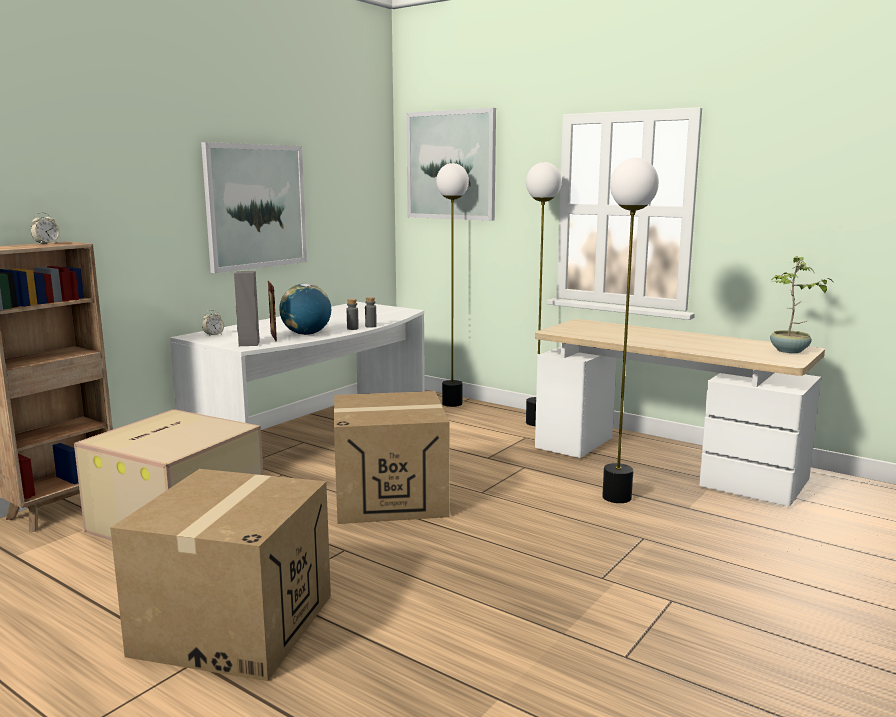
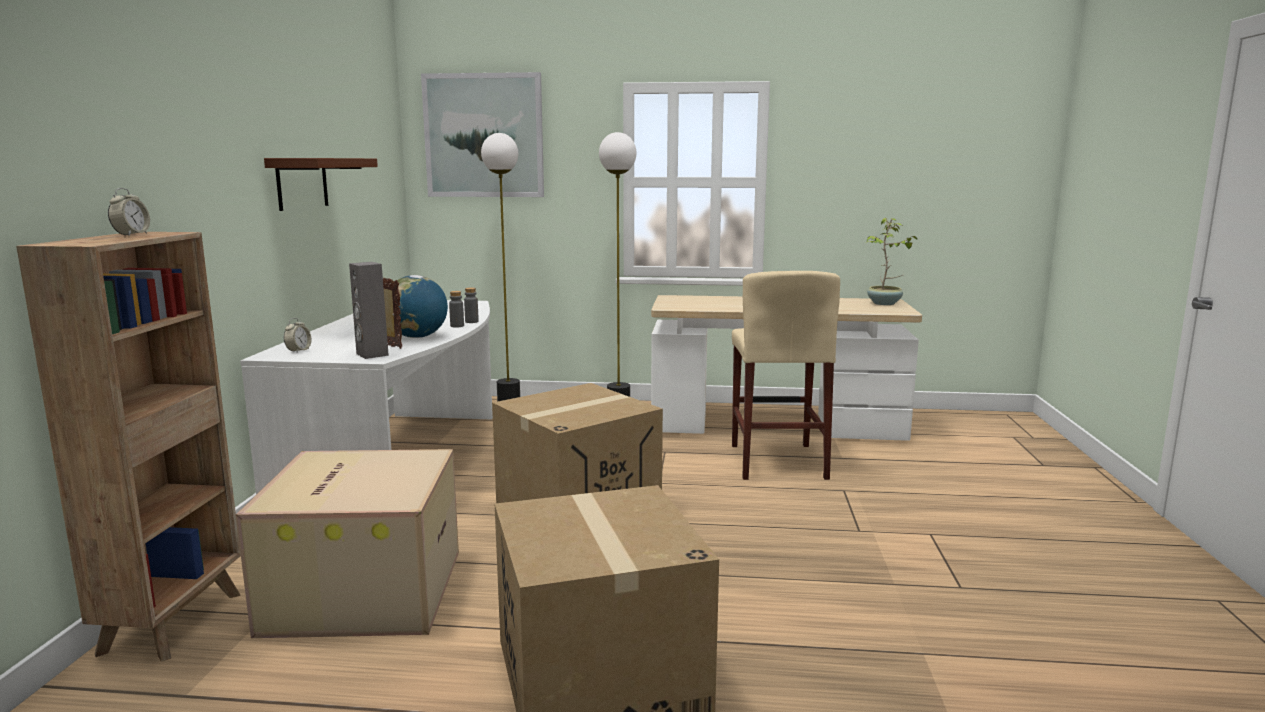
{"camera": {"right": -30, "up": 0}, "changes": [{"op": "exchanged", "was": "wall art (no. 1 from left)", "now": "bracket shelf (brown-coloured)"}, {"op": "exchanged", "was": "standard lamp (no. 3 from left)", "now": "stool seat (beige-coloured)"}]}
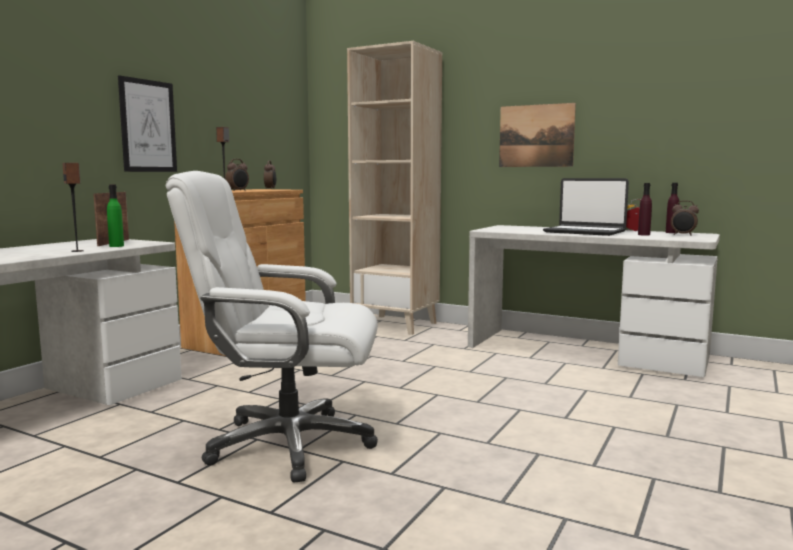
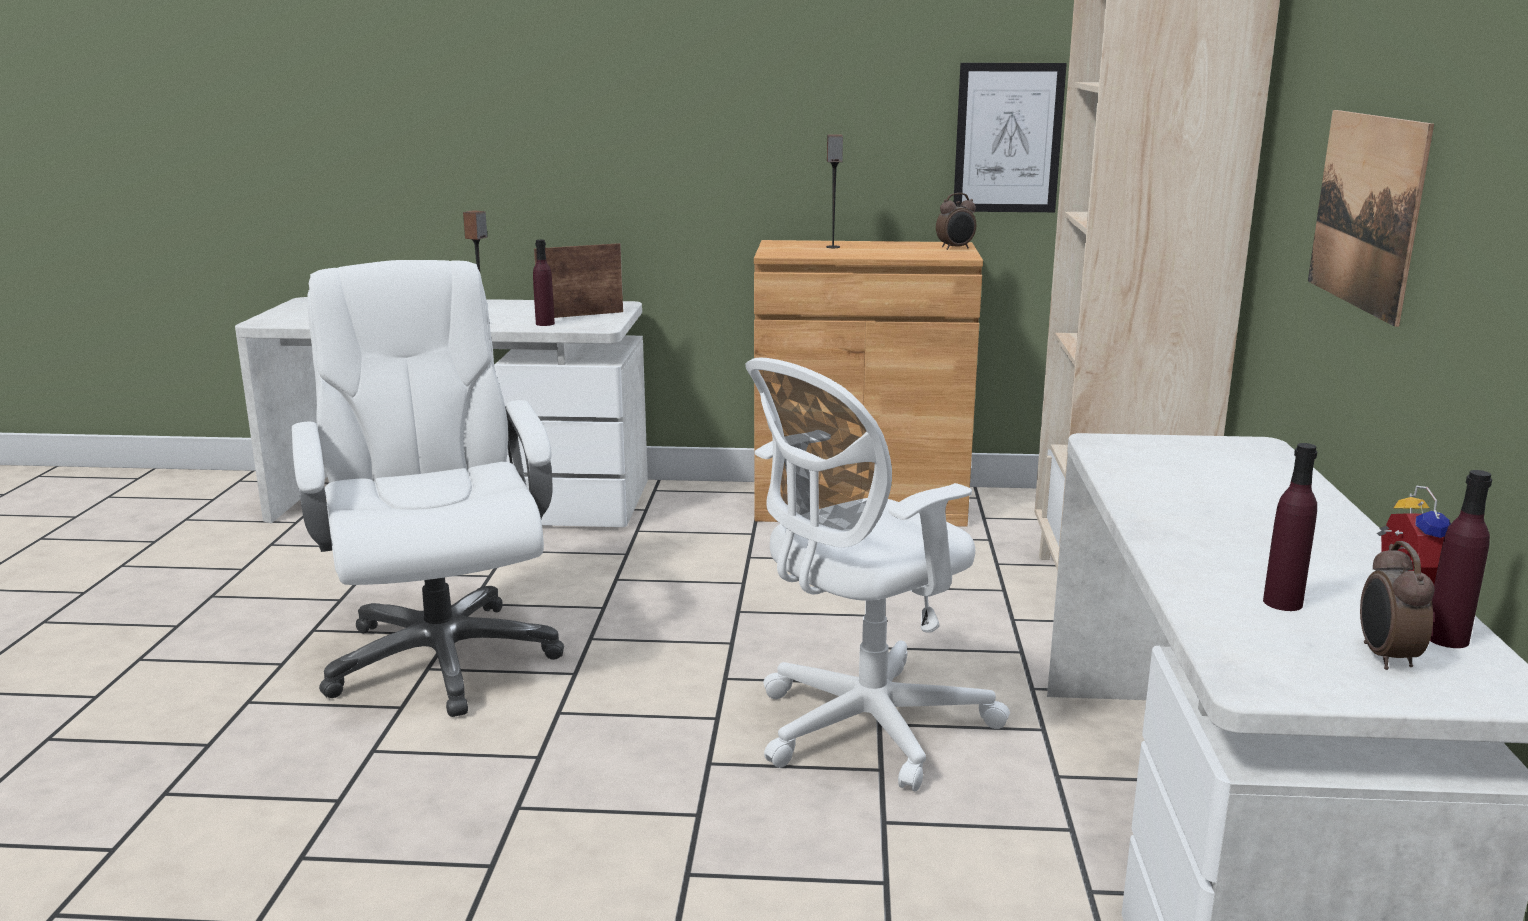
{"camera": {"right": 65, "up": 10}, "changes": [{"op": "colour", "was": "bottle (green-coloured)", "now": "bottle (purple-coloured) (no. 1 from left)"}, {"op": "relocated", "was": "wall art (no. 1 from left)"}, {"op": "missing", "was": "alarm clock (no. 1 from left)"}, {"op": "missing", "was": "laptop"}, {"op": "appeared", "now": "desk chair (white-coloured) (no. 2 from left)"}]}
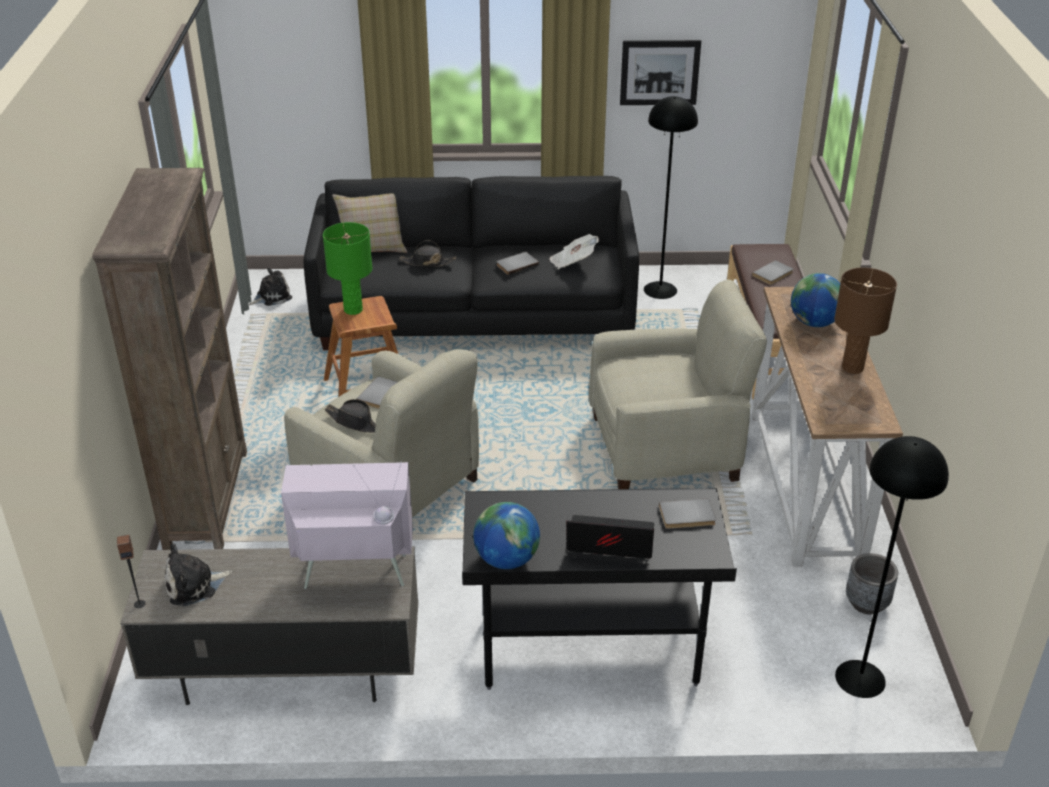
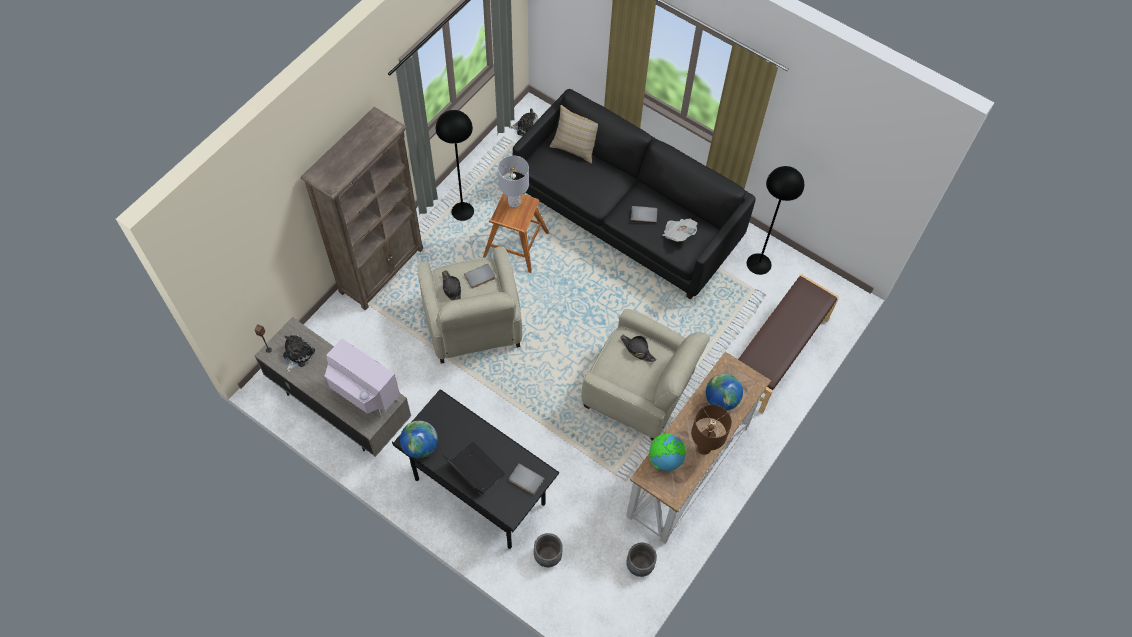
{"camera": {"right": 35, "up": 25}, "changes": [{"op": "spun", "was": "cuddly toy (no. 1 from left)", "clockwise": 105}, {"op": "colour", "was": "lamp for a table (green-coloured)", "now": "lamp for a table (greyish)"}, {"op": "relocated", "was": "hat (black-coloured) (no. 2 from left)"}, {"op": "missing", "was": "wall art"}, {"op": "missing", "was": "book (greyish) (no. 4 from left)"}, {"op": "relocated", "was": "standard lamp (black-coloured) (no. 2 from left in the first image)", "now": "standard lamp (black-coloured) (no. 1 from left)"}, {"op": "appeared", "now": "flower pot (greyish) (no. 1 from left)"}, {"op": "appeared", "now": "globe (no. 2 from left)"}]}
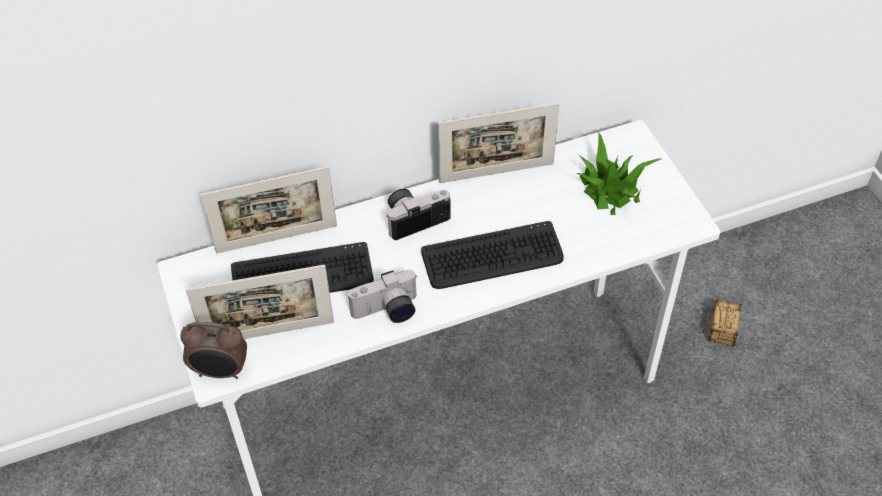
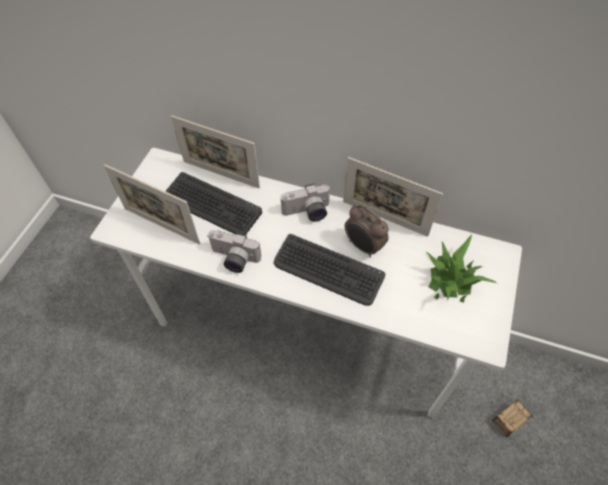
{"camera": {"right": 40, "up": 5}, "changes": [{"op": "relocated", "was": "alarm clock"}, {"op": "spun", "was": "still camera (no. 2 from left)", "clockwise": 150}]}
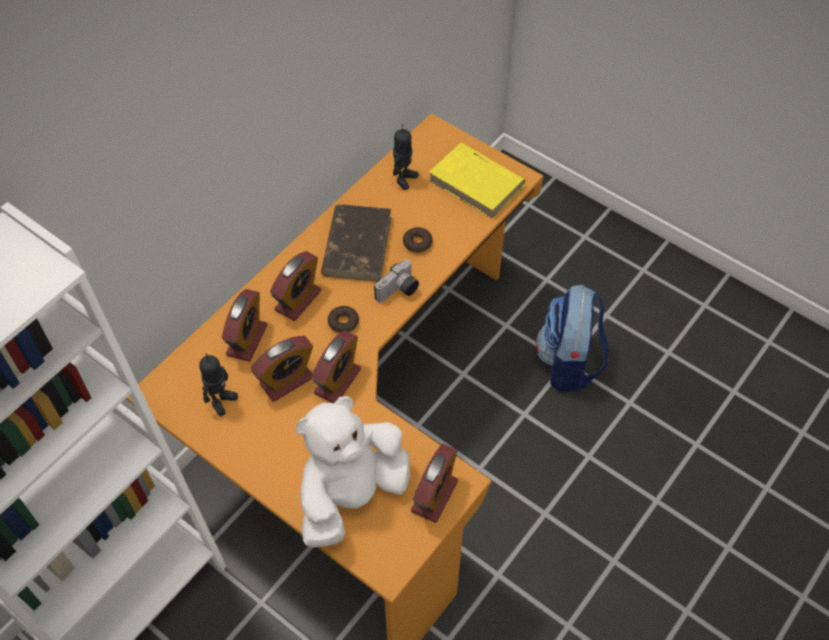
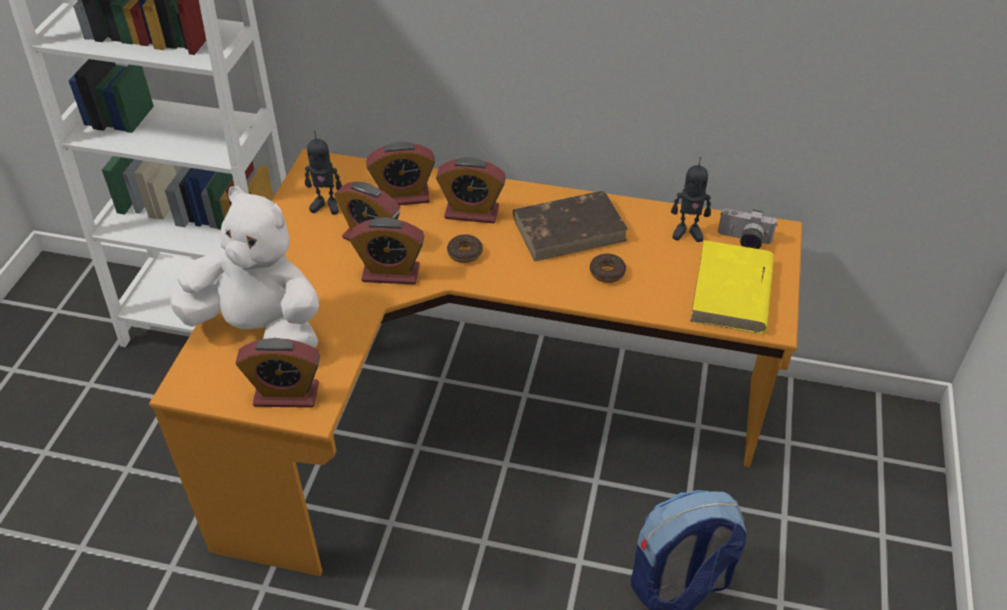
{"camera": {"right": 65, "up": -10}, "changes": [{"op": "relocated", "was": "still camera"}]}
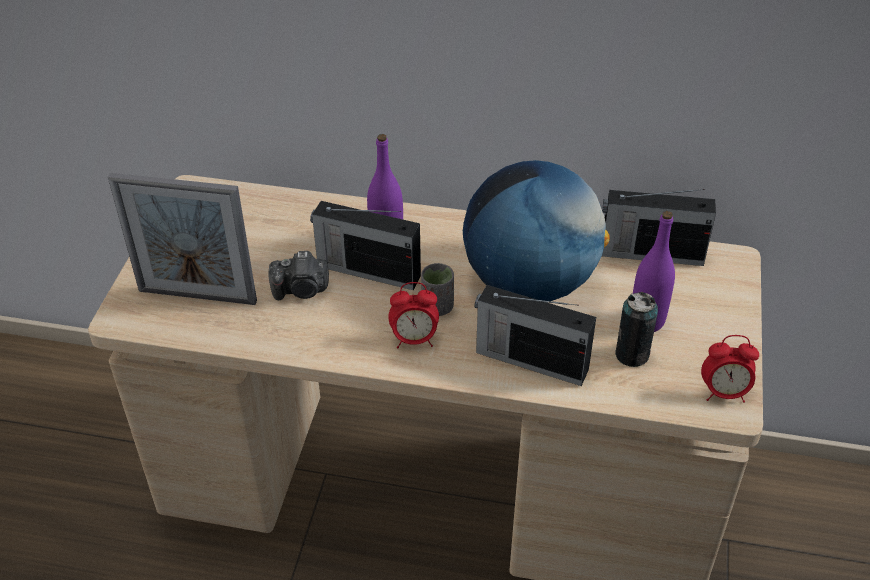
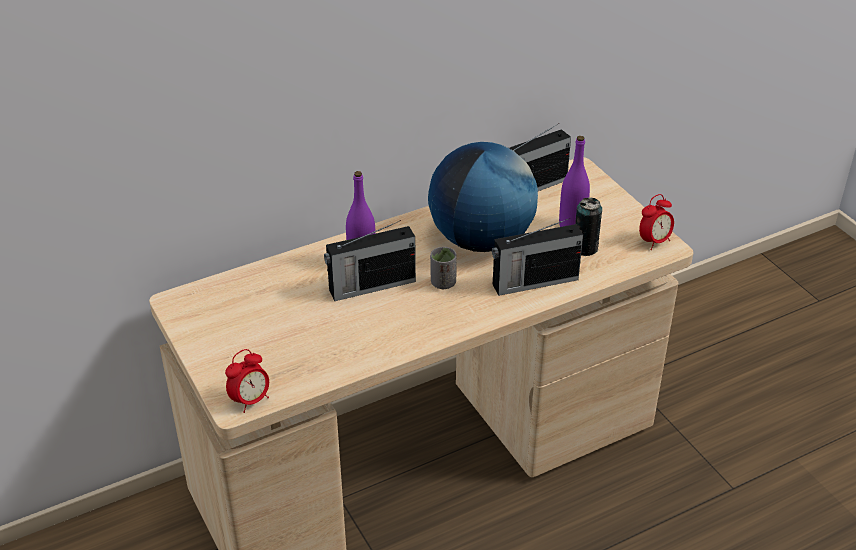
{"camera": {"right": -40, "up": -5}, "changes": [{"op": "missing", "was": "photo frame"}, {"op": "missing", "was": "still camera"}, {"op": "relocated", "was": "alarm clock (no. 1 from left)"}]}
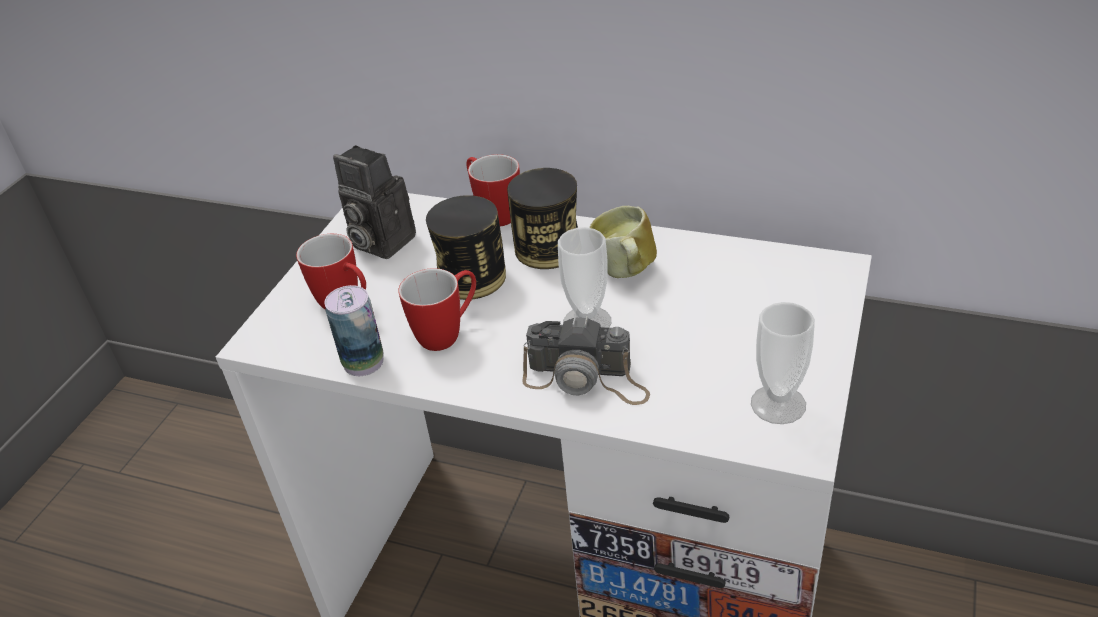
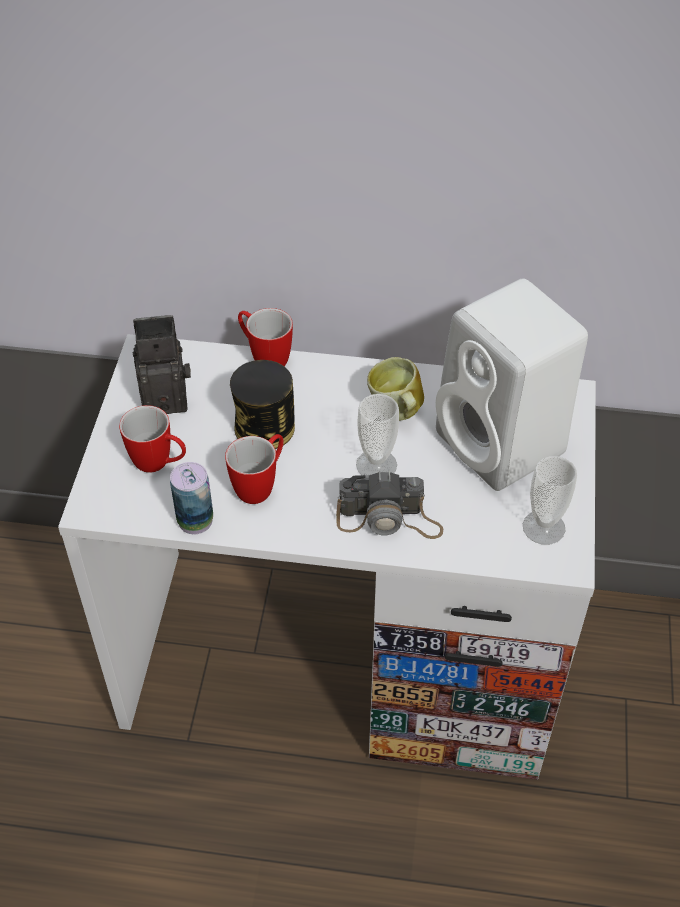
{"camera": {"right": -15, "up": 10}, "changes": [{"op": "spun", "was": "still camera (no. 1 from left)", "clockwise": 150}, {"op": "missing", "was": "sealed can (no. 3 from left)"}, {"op": "appeared", "now": "audio speaker (white-coloured)"}]}
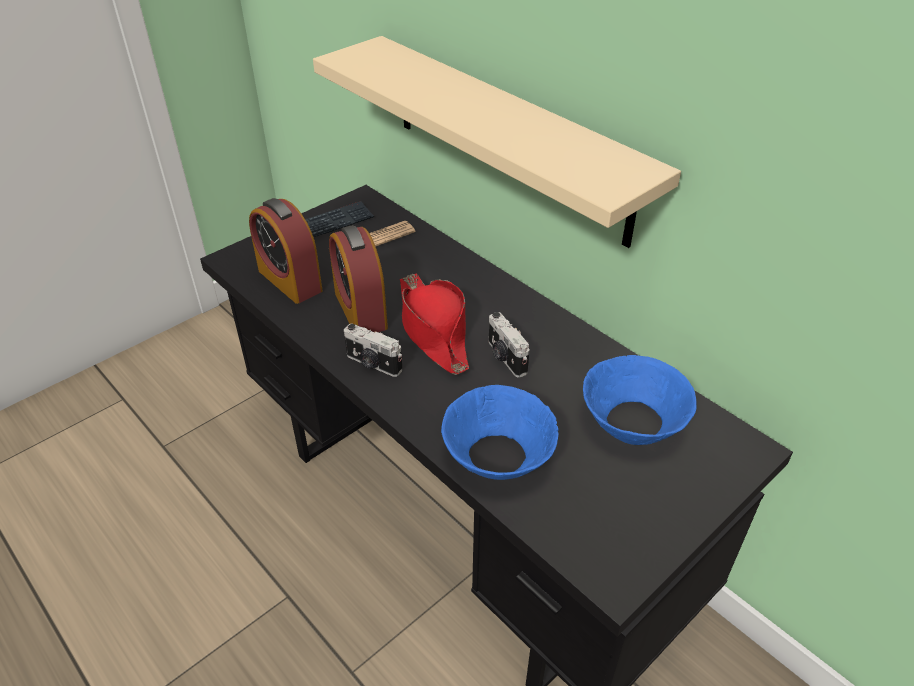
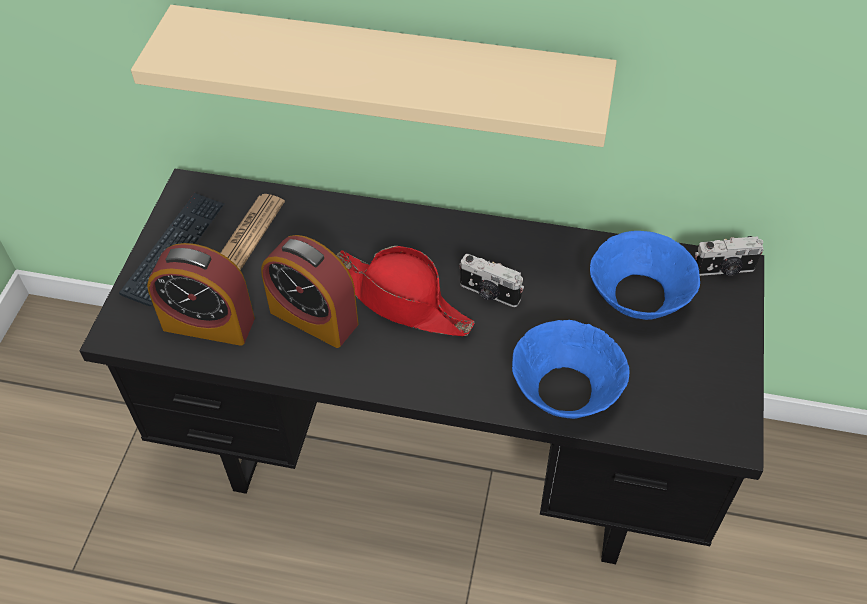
{"camera": {"right": -35, "up": 10}, "changes": [{"op": "relocated", "was": "still camera (no. 1 from left in the first image)", "now": "still camera (no. 2 from left)"}]}
